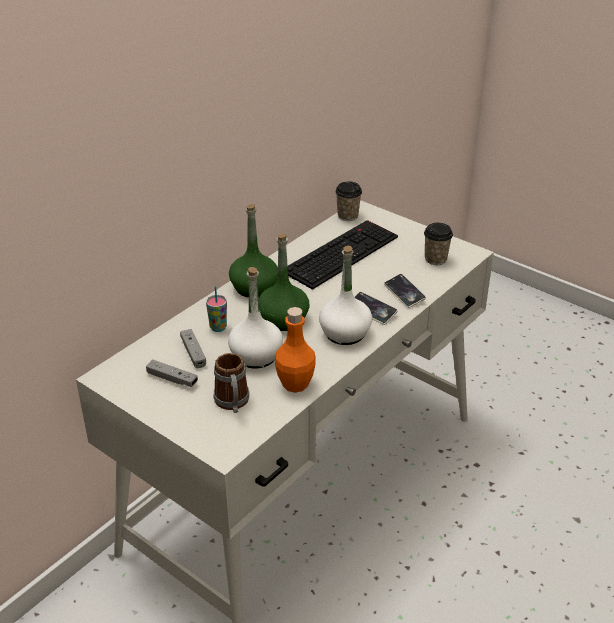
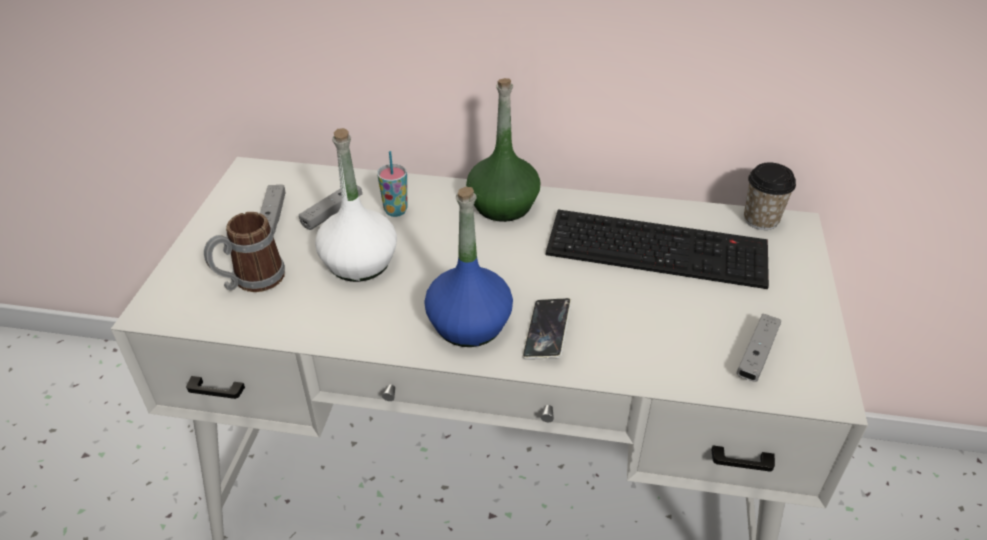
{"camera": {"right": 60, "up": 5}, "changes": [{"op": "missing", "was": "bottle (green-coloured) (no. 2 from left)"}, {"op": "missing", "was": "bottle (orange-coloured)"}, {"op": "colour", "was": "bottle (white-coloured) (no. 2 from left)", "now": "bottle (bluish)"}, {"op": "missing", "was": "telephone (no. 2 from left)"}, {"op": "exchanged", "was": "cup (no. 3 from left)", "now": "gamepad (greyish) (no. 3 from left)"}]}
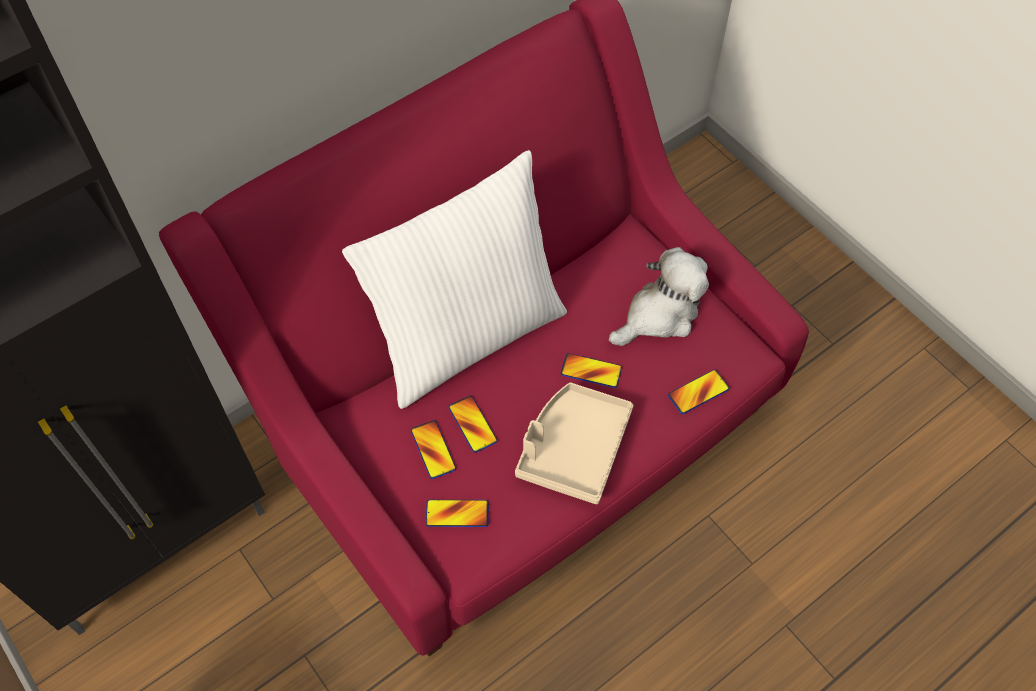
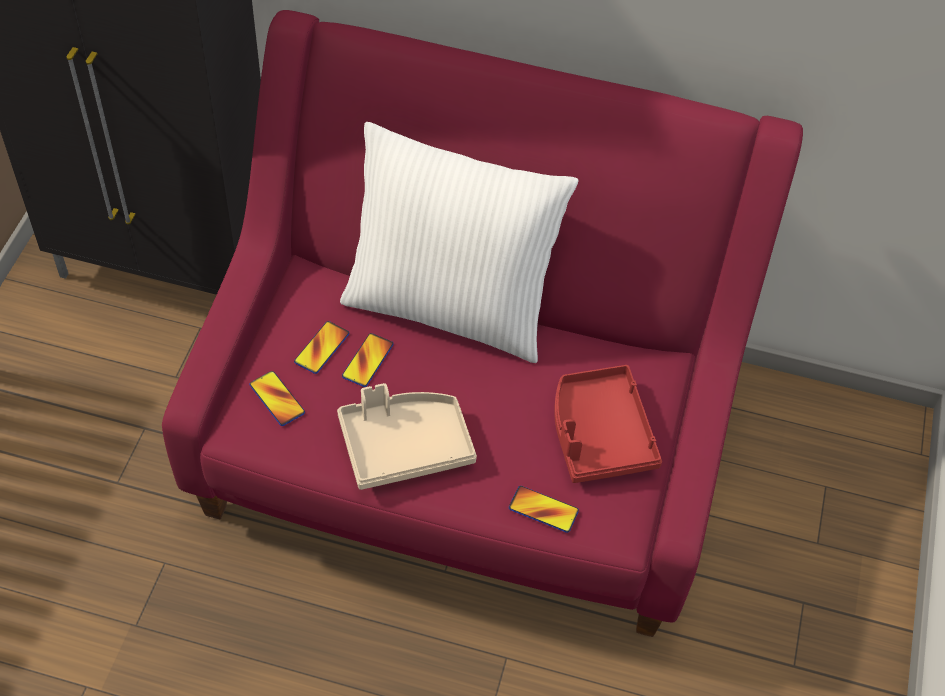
{"camera": {"right": 50, "up": -5}, "changes": [{"op": "missing", "was": "telephone (no. 4 from left)"}, {"op": "exchanged", "was": "cuddly toy", "now": "serving tray (reddish)"}]}
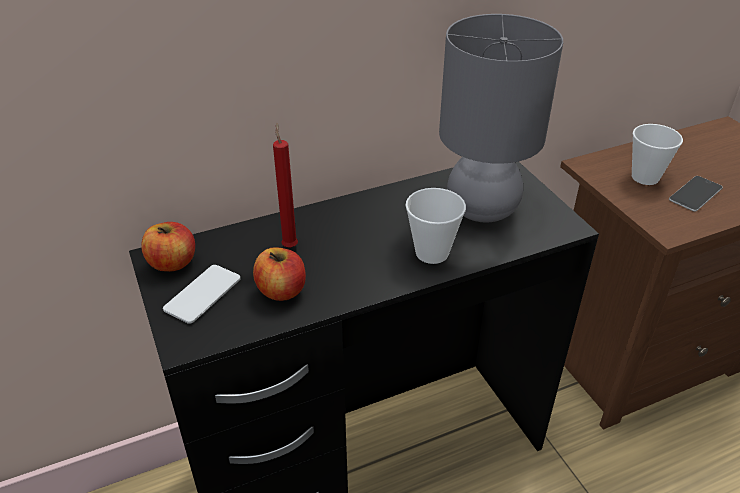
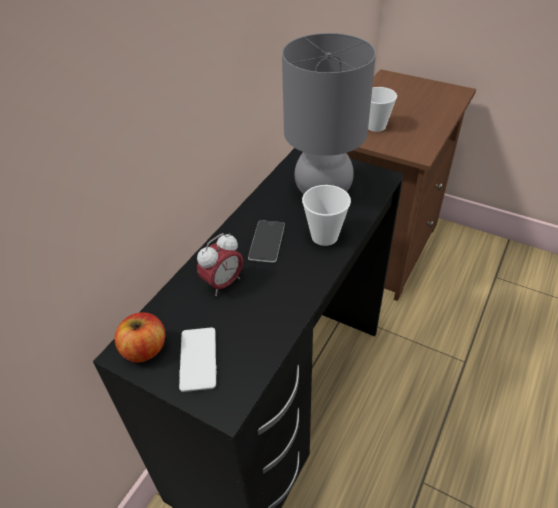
{"camera": {"right": -35, "up": 5}, "changes": [{"op": "missing", "was": "apple fruit (no. 2 from left)"}, {"op": "exchanged", "was": "candle (reddish)", "now": "alarm clock"}, {"op": "relocated", "was": "telephone (no. 2 from left)"}]}
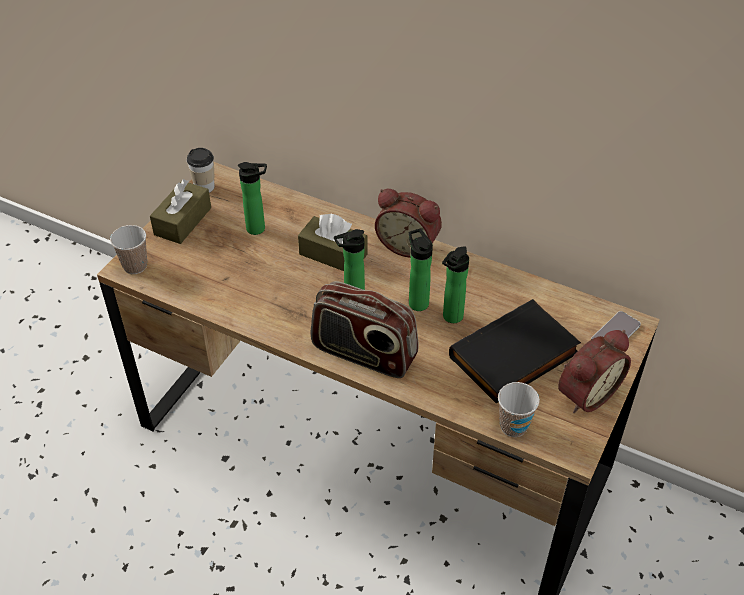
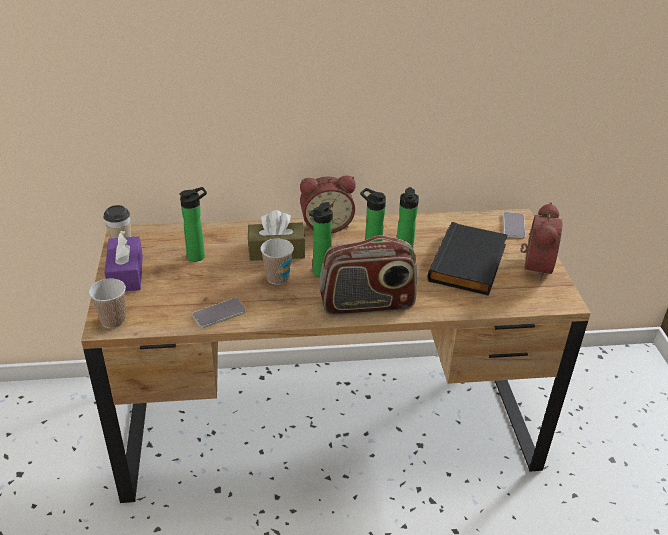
{"camera": {"right": -35, "up": -10}, "changes": [{"op": "colour", "was": "box of tissues (brown-coloured) (no. 1 from left)", "now": "box of tissues (purple-coloured)"}, {"op": "relocated", "was": "cup (no. 3 from left)"}, {"op": "appeared", "now": "telephone (no. 1 from left)"}]}
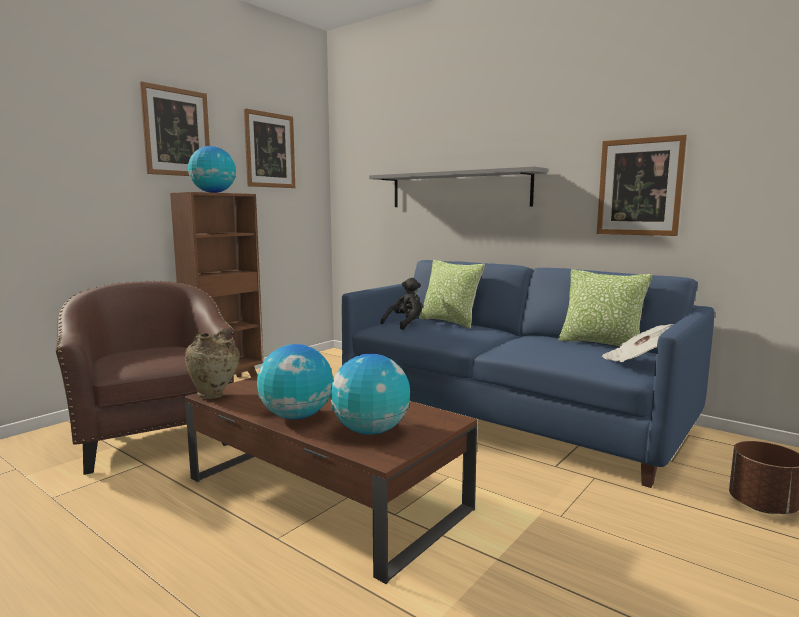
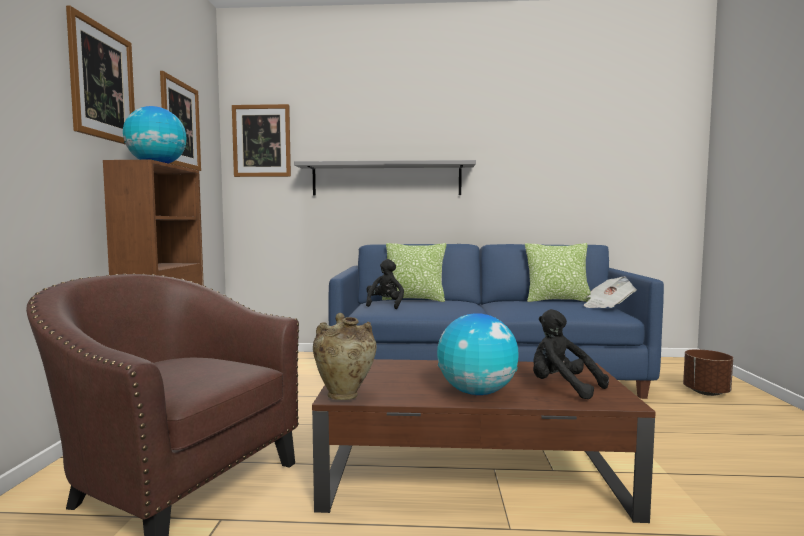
{"camera": {"right": -35, "up": -5}, "changes": [{"op": "exchanged", "was": "globe (no. 3 from left)", "now": "cuddly toy (black-coloured) (no. 2 from left)"}, {"op": "relocated", "was": "wall art (no. 3 from left)"}]}
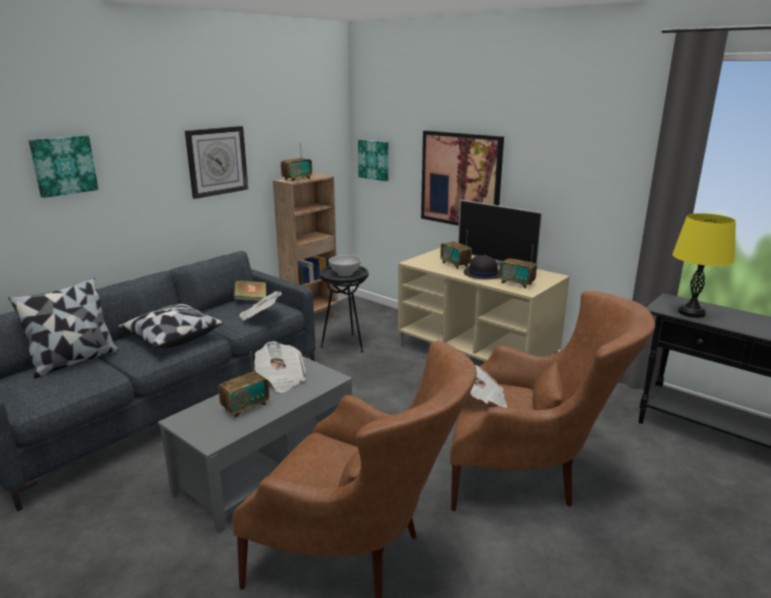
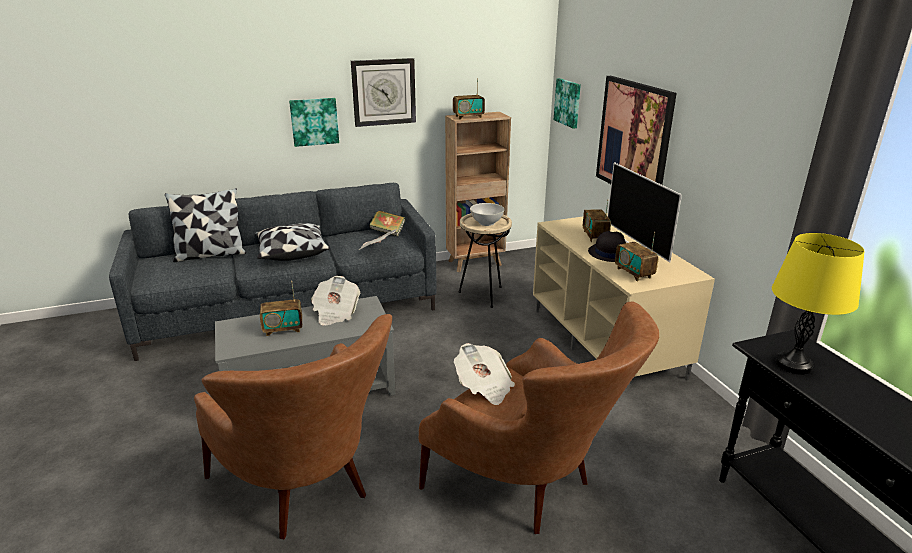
{"camera": {"right": 30, "up": 5}, "changes": [{"op": "relocated", "was": "wall art (no. 1 from left)"}, {"op": "colour", "was": "end table (black-coloured)", "now": "end table (beige-coloured)"}]}
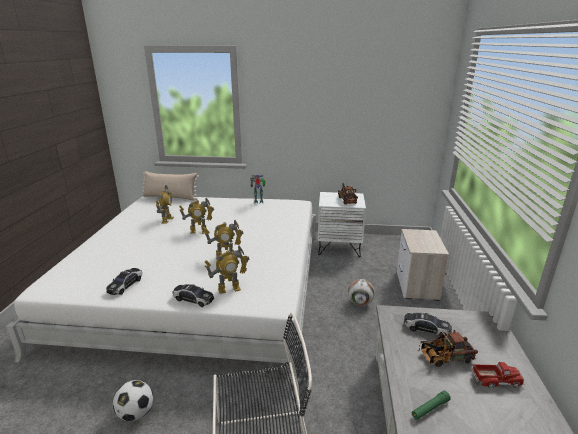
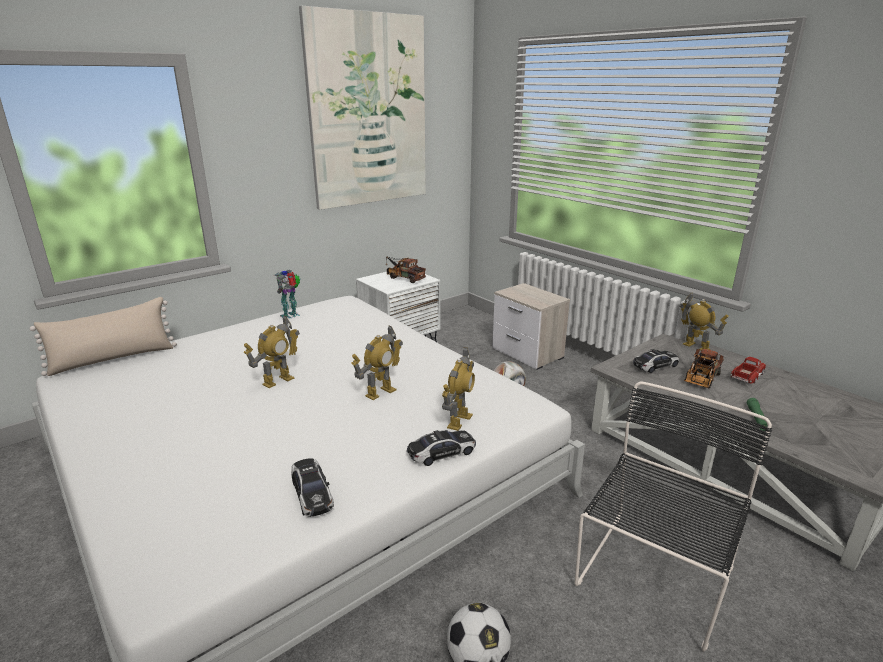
{"camera": {"right": -45, "up": 0}, "changes": [{"op": "relocated", "was": "robot figure (no. 1 from left in the first image)", "now": "robot figure (no. 5 from left)"}, {"op": "appeared", "now": "wall art"}]}
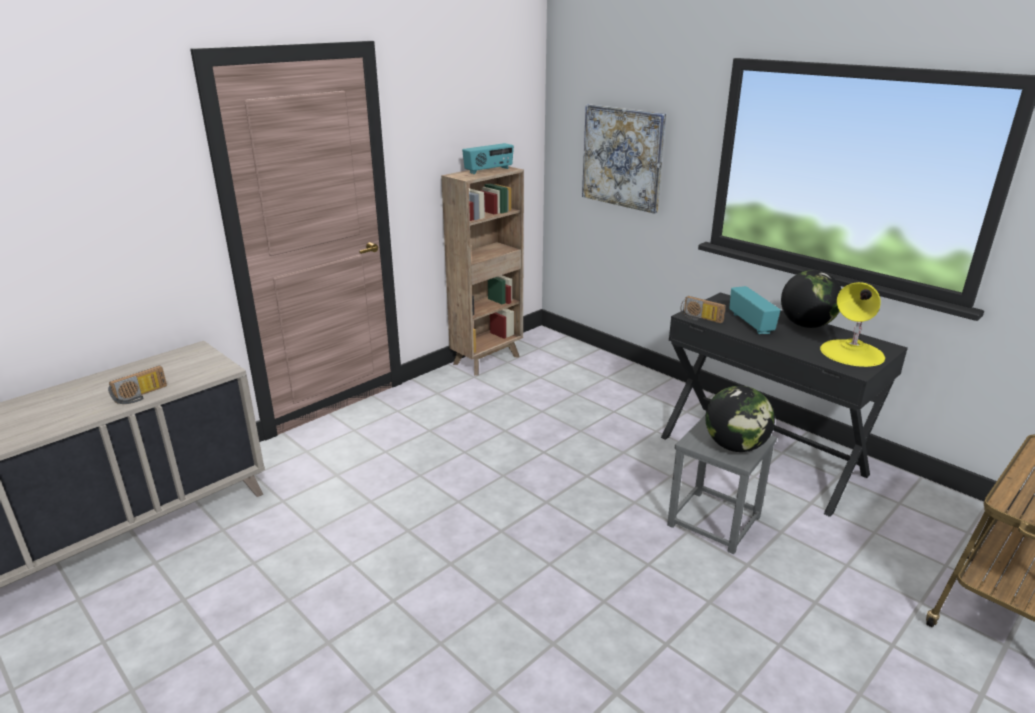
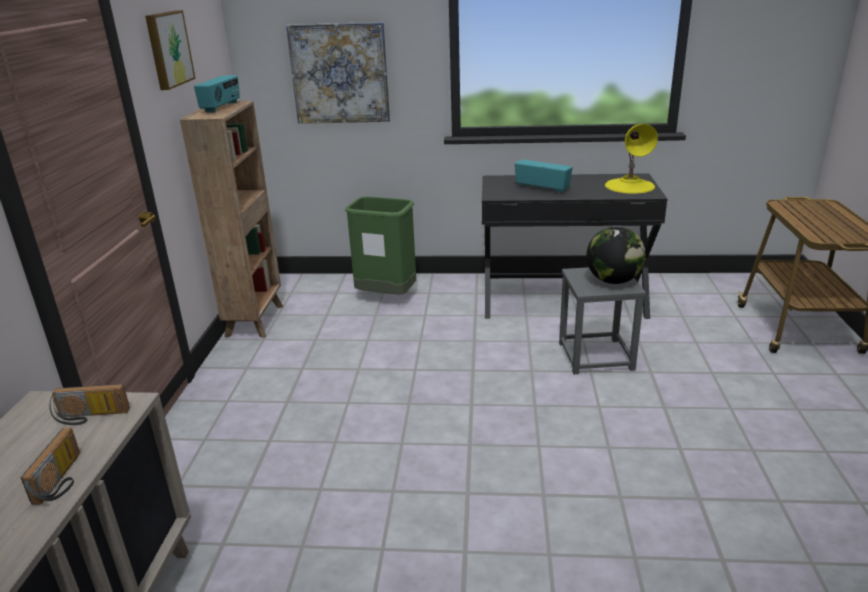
{"camera": {"right": -40, "up": 0}, "changes": [{"op": "relocated", "was": "radio (no. 3 from left in the first image)", "now": "radio (no. 2 from left)"}, {"op": "missing", "was": "globe (no. 2 from left)"}, {"op": "appeared", "now": "wall art (no. 1 from left)"}, {"op": "appeared", "now": "rubbish bin (green-coloured)"}]}
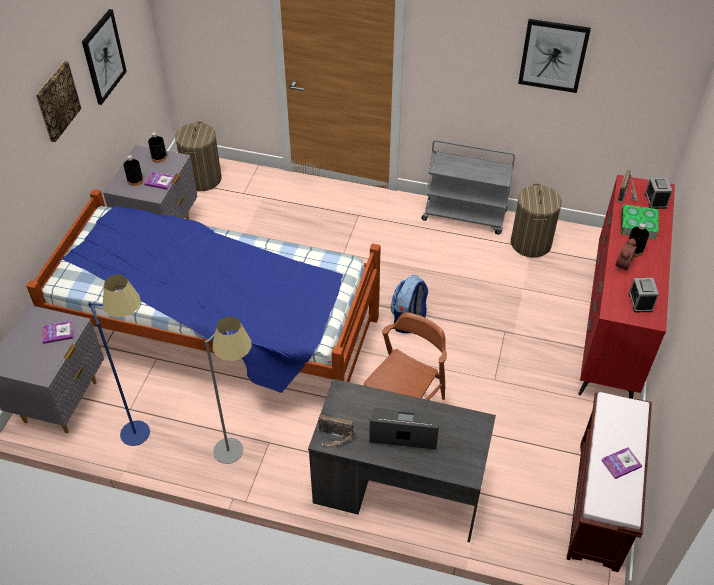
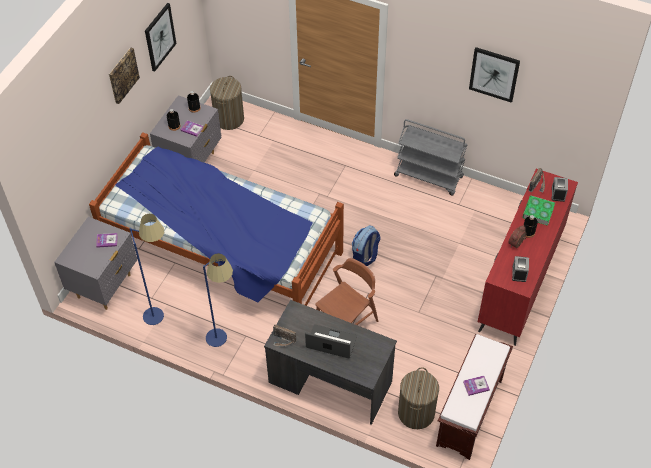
{"camera": {"right": 10, "up": 5}, "changes": [{"op": "colour", "was": "standard lamp (greyish)", "now": "standard lamp (bluish) (no. 2 from left)"}, {"op": "relocated", "was": "washing basket (no. 2 from left)"}]}
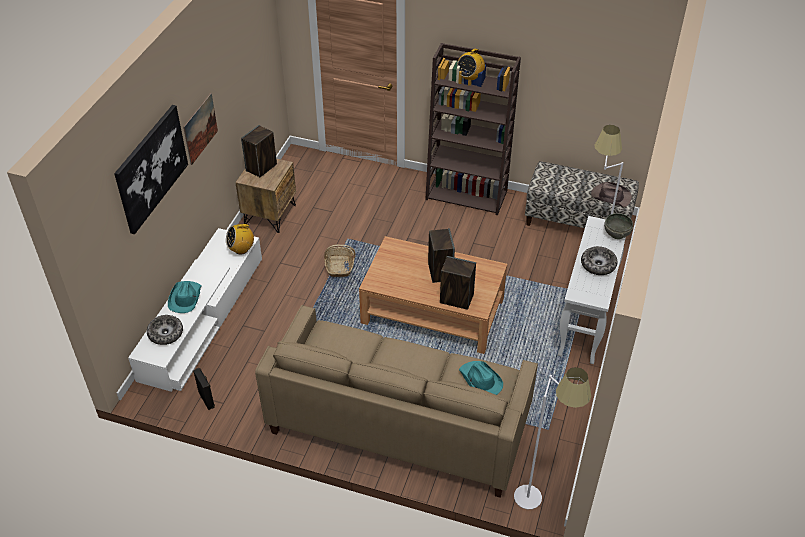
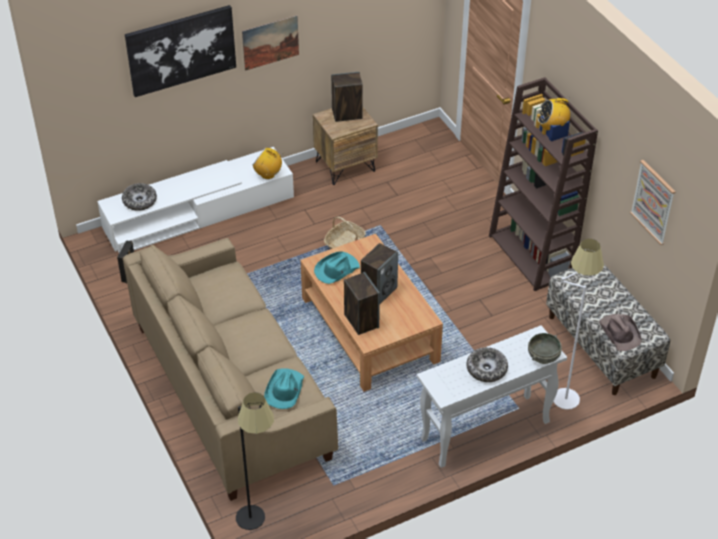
{"camera": {"right": 45, "up": 0}, "changes": [{"op": "relocated", "was": "hat (turquoise-coloured) (no. 1 from left in the first image)", "now": "hat (turquoise-coloured) (no. 2 from left)"}, {"op": "colour", "was": "standard lamp (white-coloured) (no. 1 from left)", "now": "standard lamp (black-coloured)"}, {"op": "appeared", "now": "wall art (no. 3 from left)"}]}
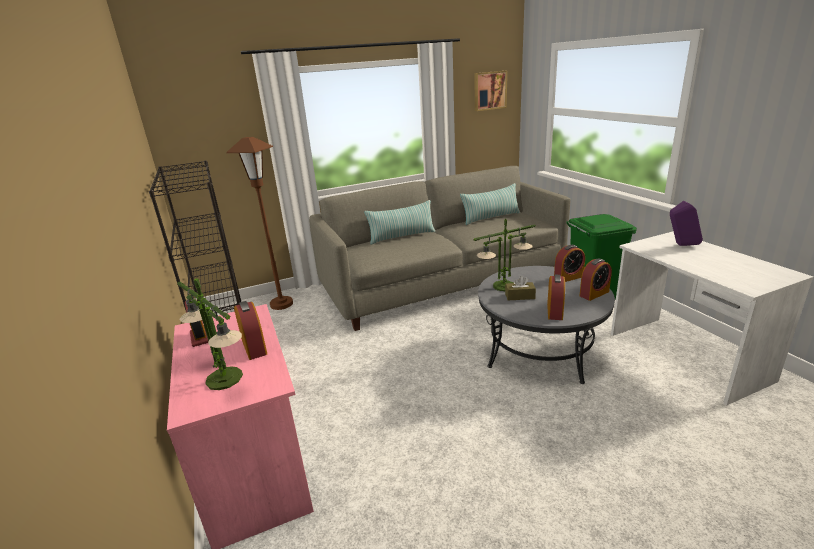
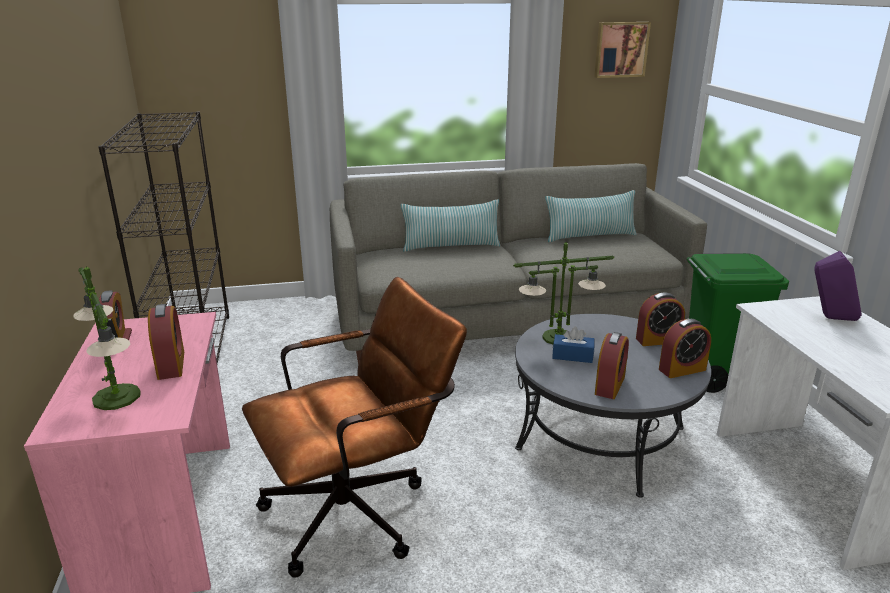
{"camera": {"right": 10, "up": 0}, "changes": [{"op": "missing", "was": "standard lamp (brown-coloured)"}, {"op": "colour", "was": "box of tissues (brown-coloured)", "now": "box of tissues (bluish)"}, {"op": "appeared", "now": "desk chair (brown-coloured)"}]}
